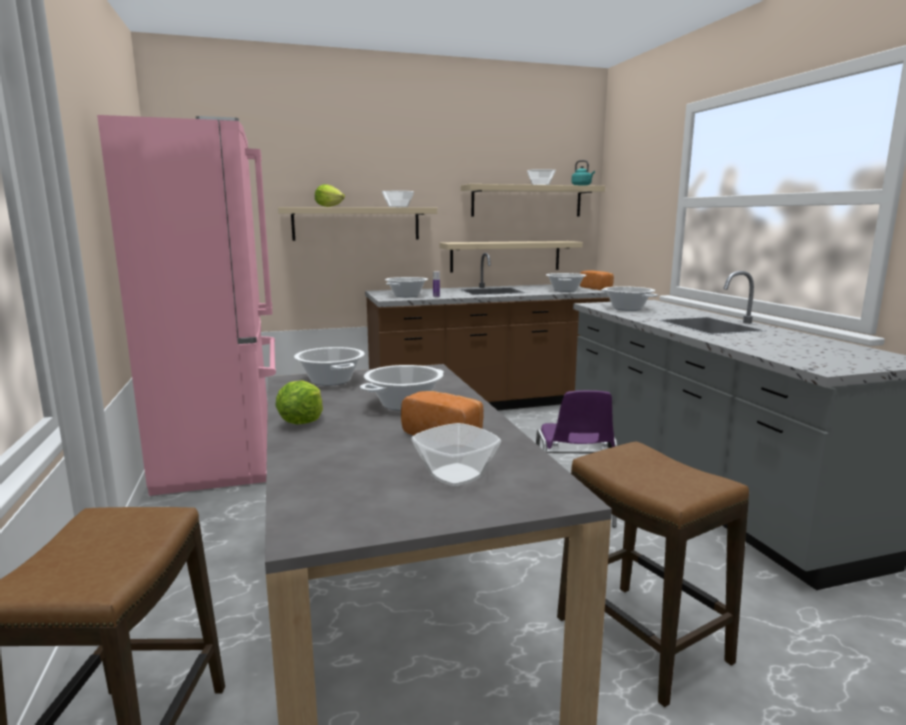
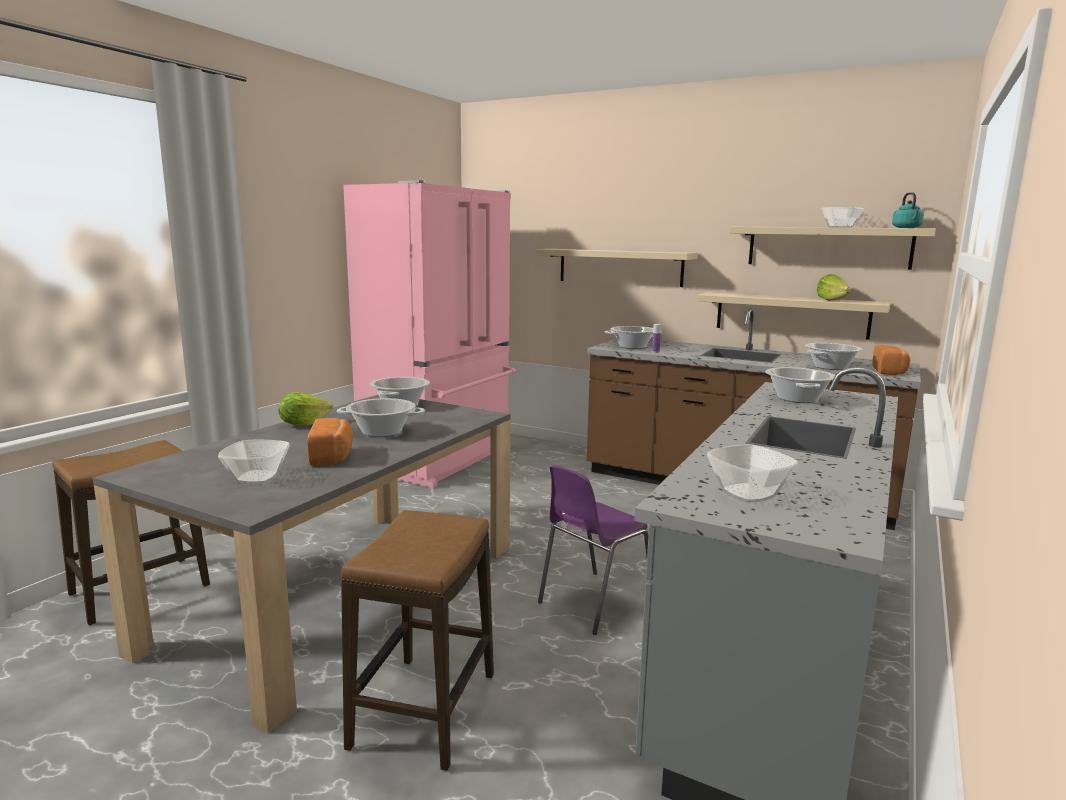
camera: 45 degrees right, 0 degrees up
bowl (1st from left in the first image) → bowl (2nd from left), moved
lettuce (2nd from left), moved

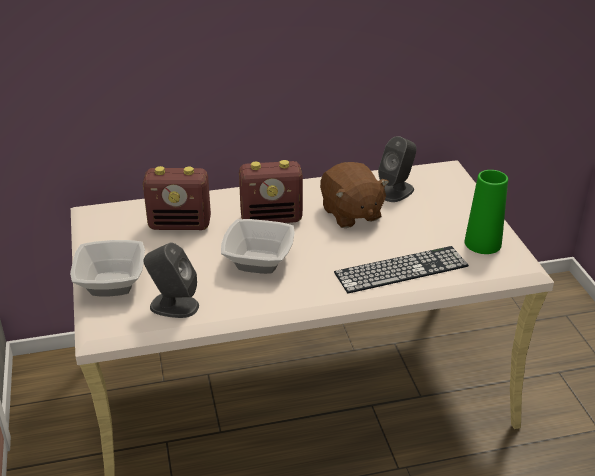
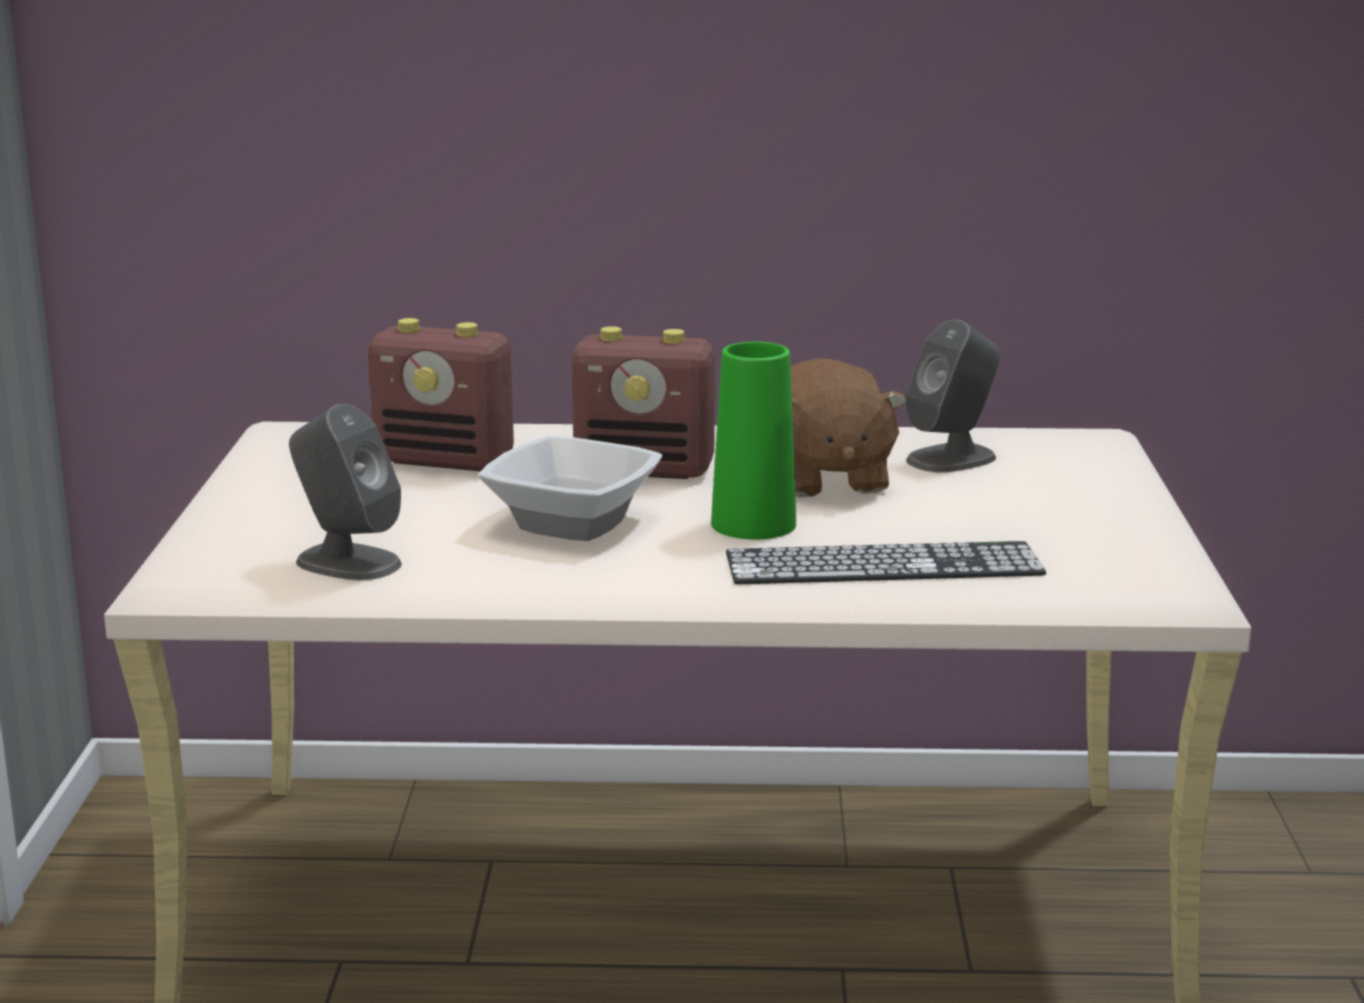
camera: 15 degrees right, 15 degrees down
vase/green, moved
bowl (1st from left) → -

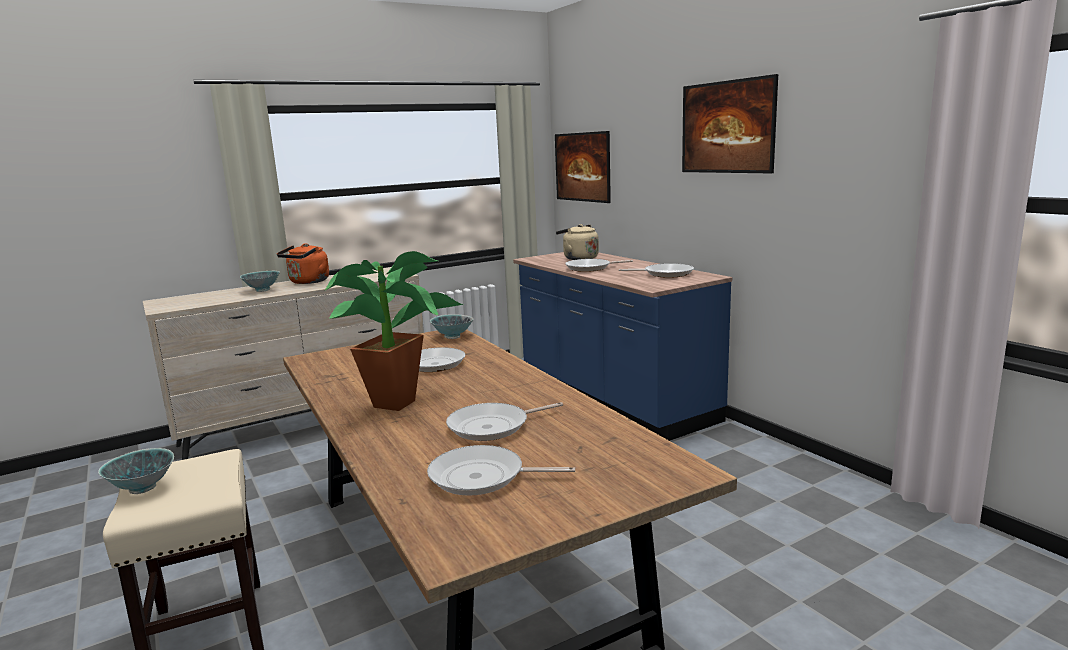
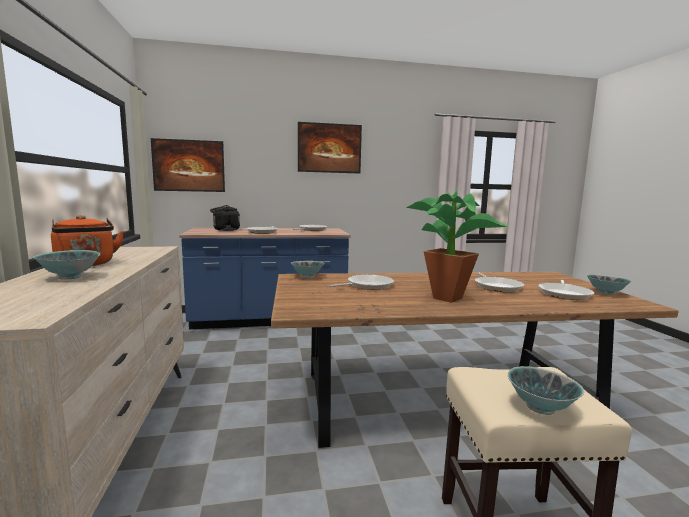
camera: 70 degrees left, 5 degrees down
kettle/beige → kettle/black
- → bowl (4th from left)

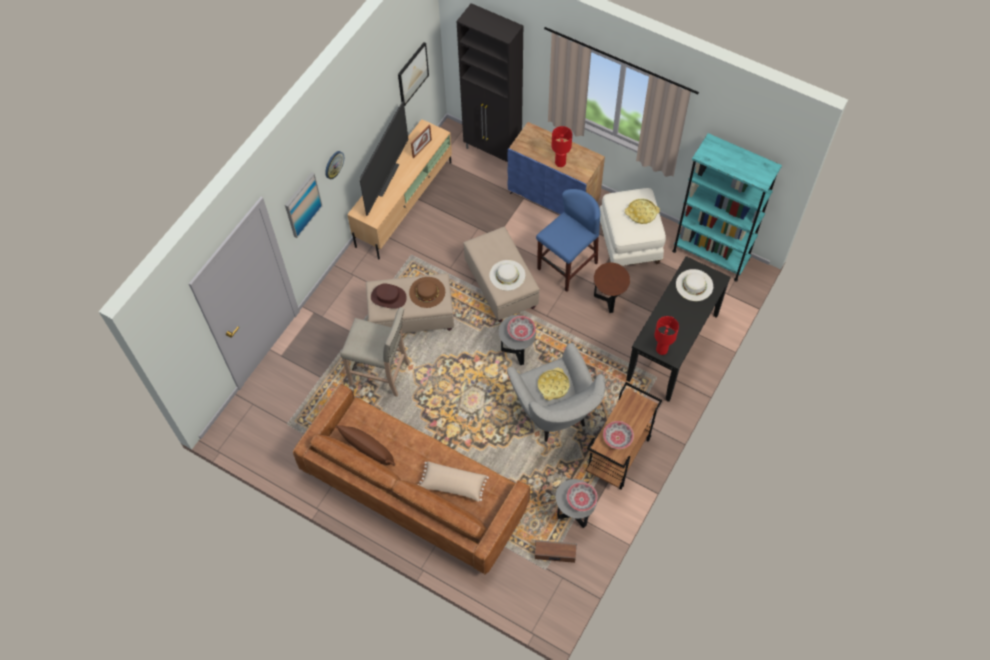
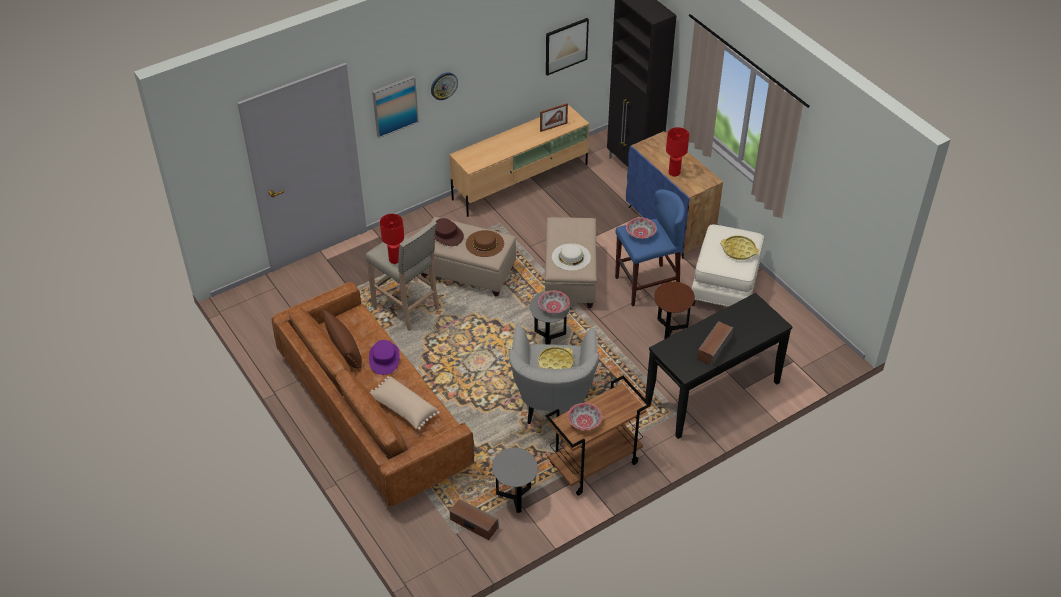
camera: 25 degrees right, 15 degrees down
- → hat/purple
table lamp/red (2nd from left in the first image) → table lamp/red (1st from left), moved
bowl (2nd from left in the first image) → bowl (3rd from left), moved
- → speaker (2nd from left)
television → -
bookcase/turquoise → -
hat/white (2nd from left) → -

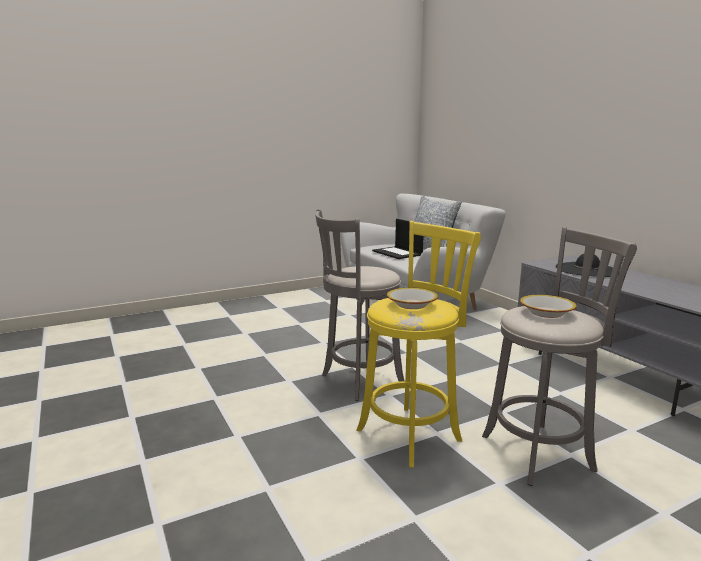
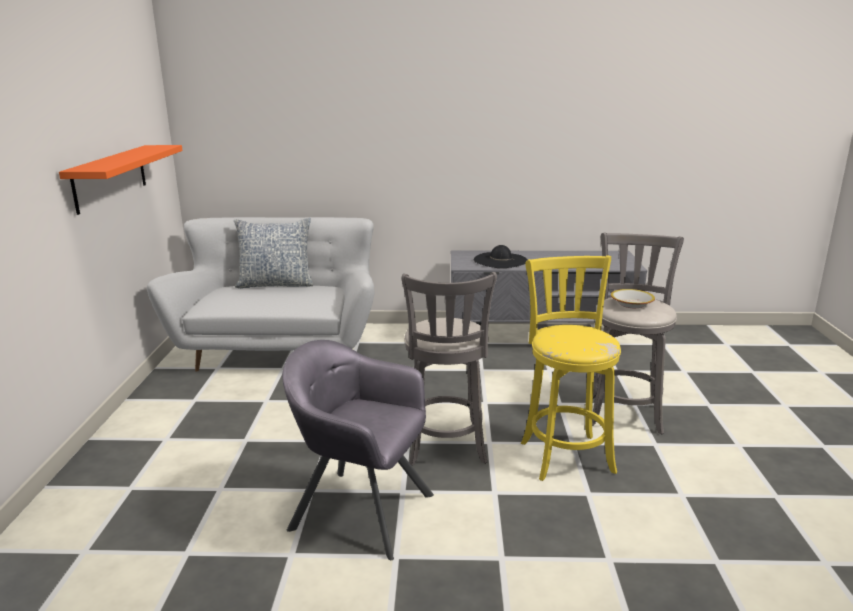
camera: 60 degrees left, 5 degrees up
- → shelf/orange
- → armchair/grey
laptop → -
bowl (1st from left) → -

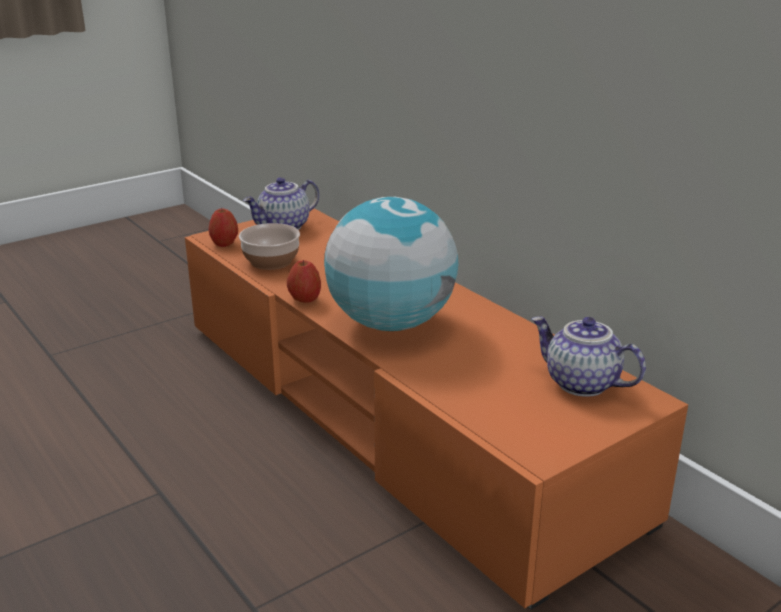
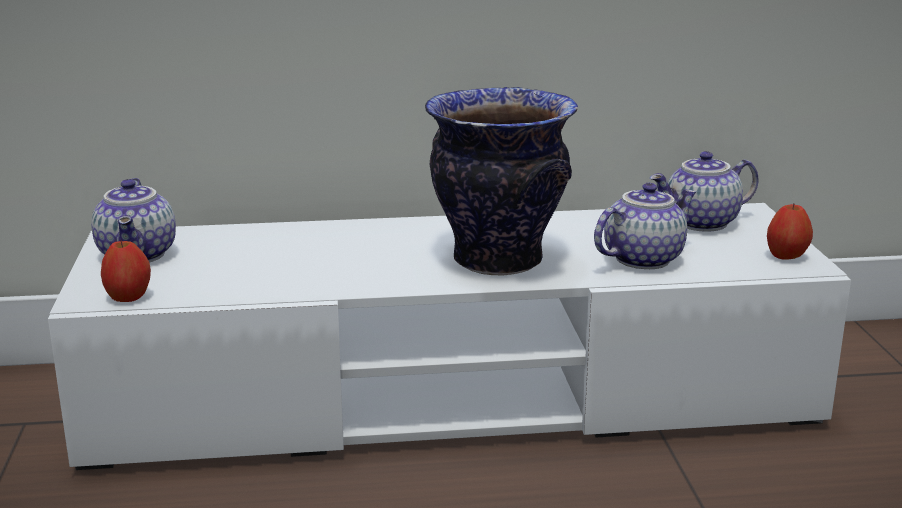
camera: 60 degrees left, 5 degrees down
tv stand/orange → tv stand/white
globe → vase
- → teapot (2nd from left)
apple (2nd from left), moved
bowl → -

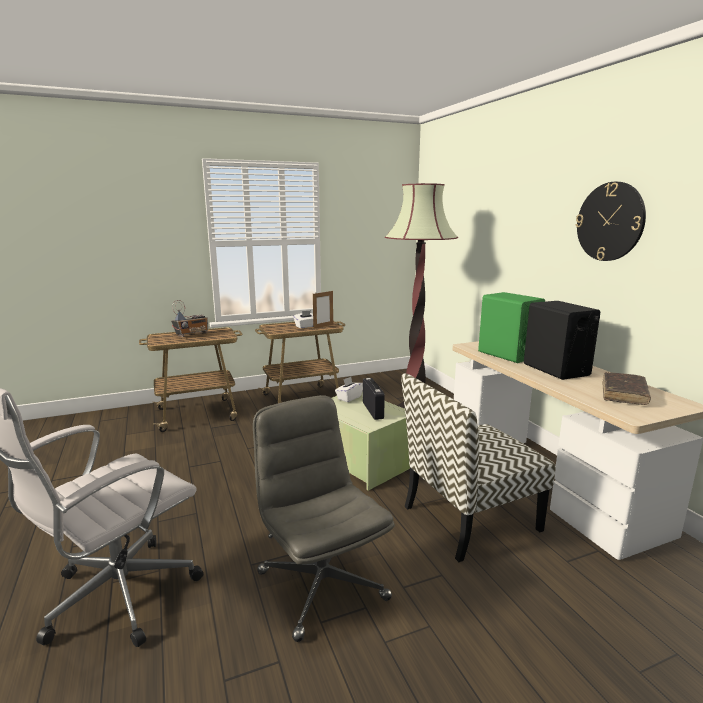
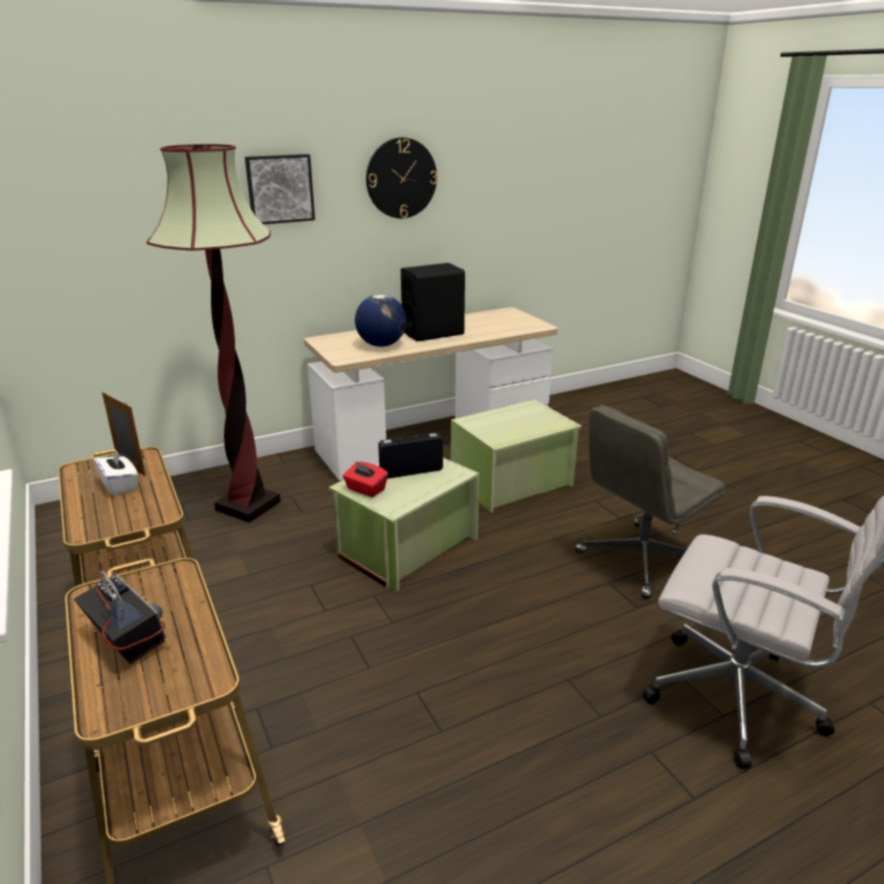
camera: 95 degrees left, 10 degrees up
- → picture
tissue box/white (2nd from left) → tissue box/red
speaker/green → globe
chair → storage box/green (2nd from left)
book/brown → -

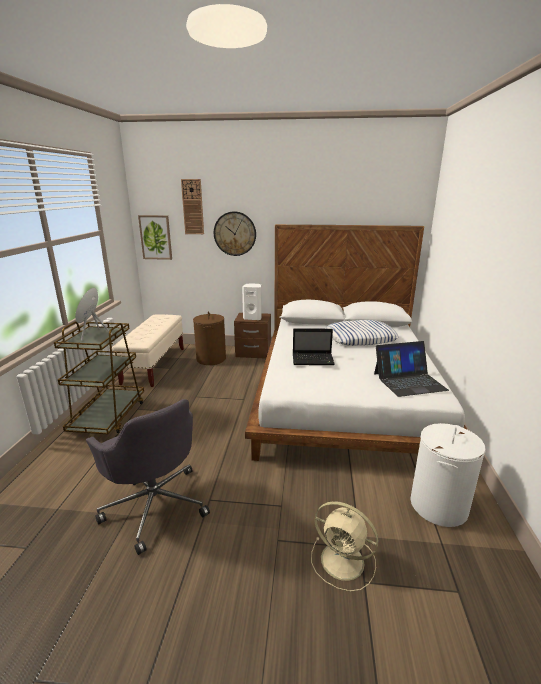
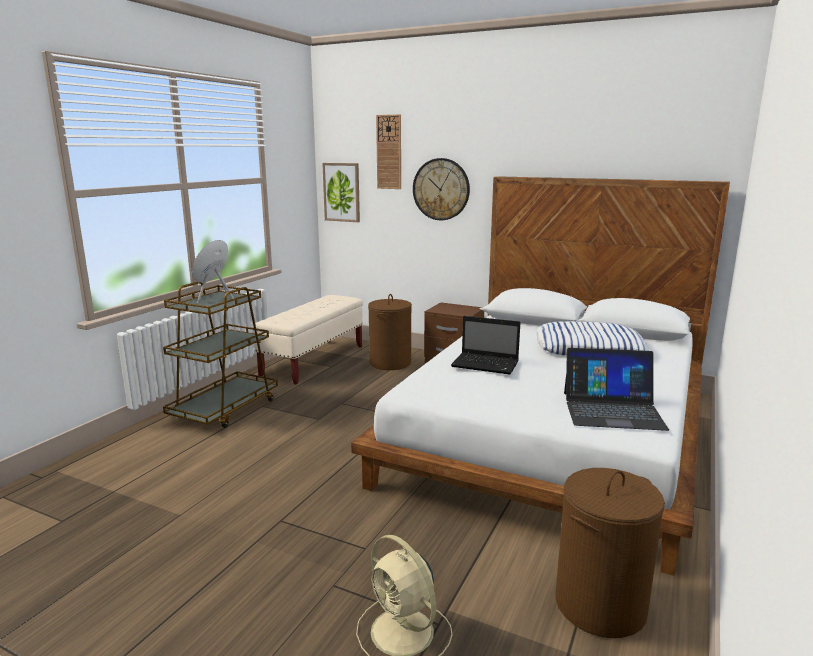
camera: 20 degrees right, 5 degrees down
laundry basket/white → laundry basket/brown (2nd from left)
office chair/grey → -
speaker/white → -

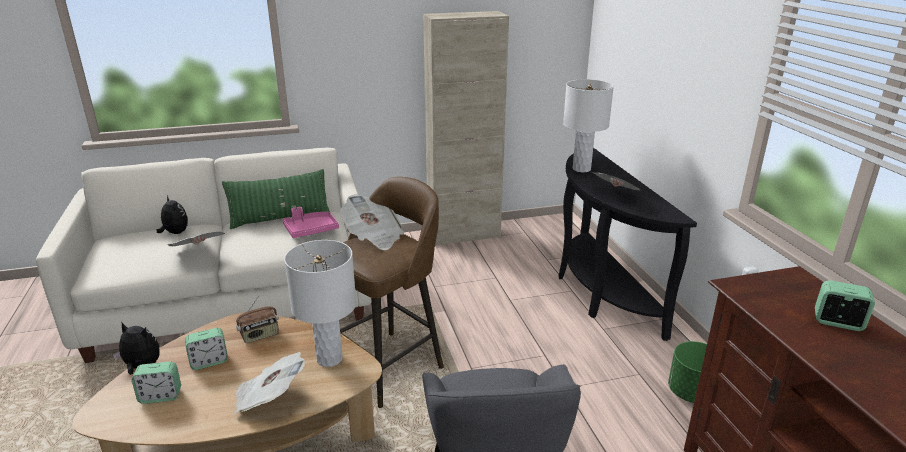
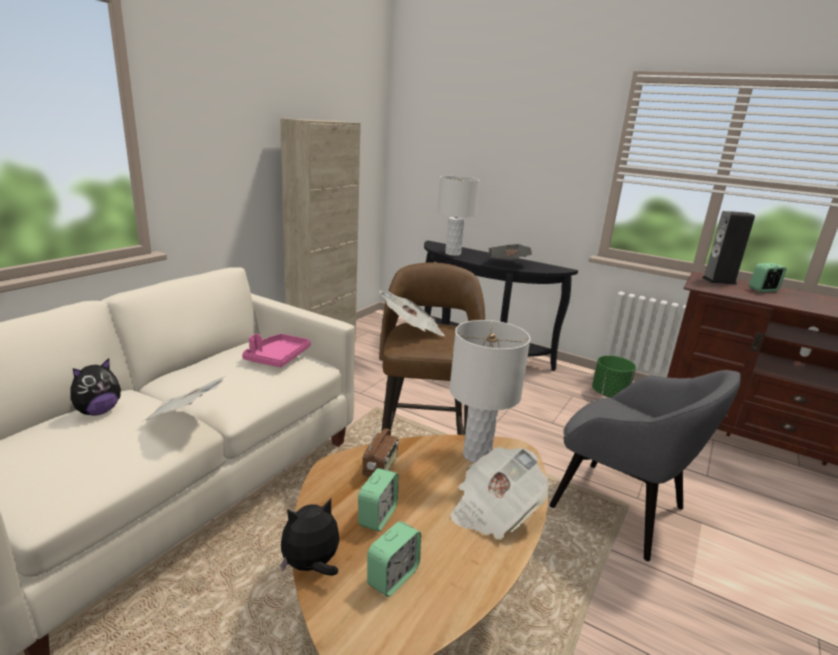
camera: 45 degrees left, 5 degrees down
plush toy (2nd from left in the first image) → plush toy (1st from left), 120 degrees clockwise
- → speaker
pillow/green → -

